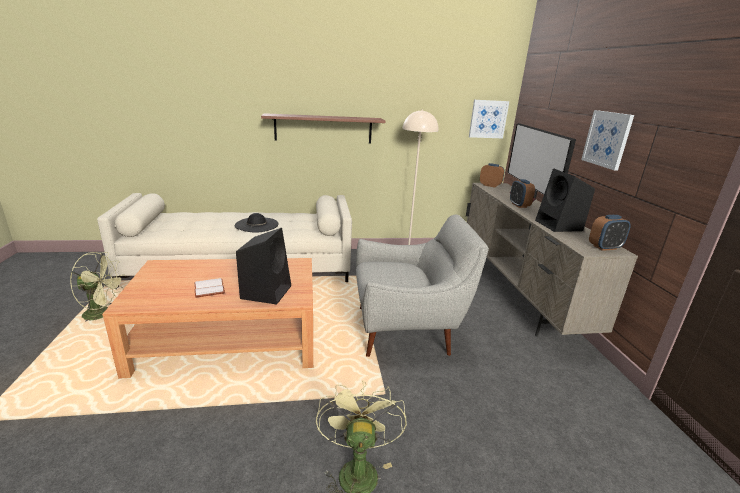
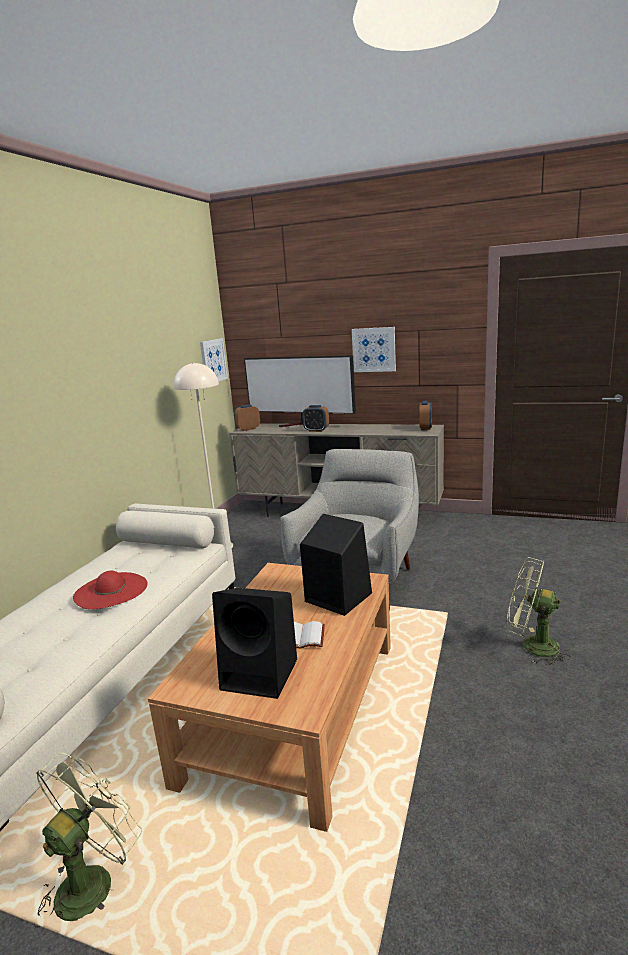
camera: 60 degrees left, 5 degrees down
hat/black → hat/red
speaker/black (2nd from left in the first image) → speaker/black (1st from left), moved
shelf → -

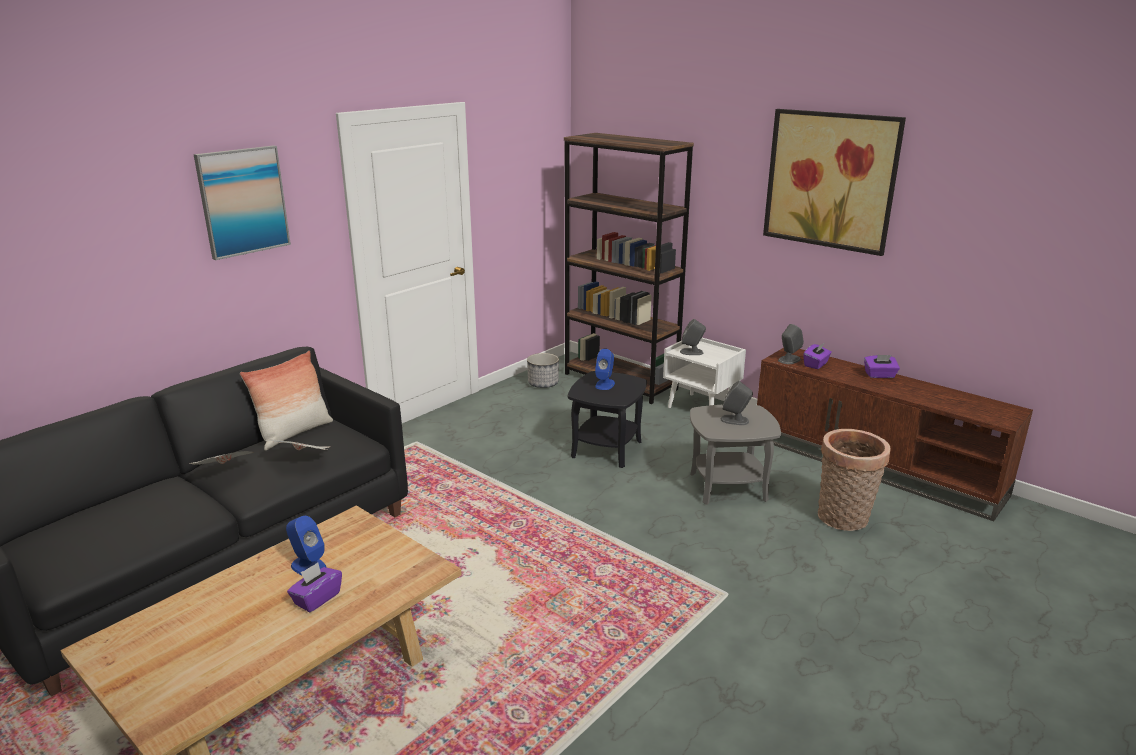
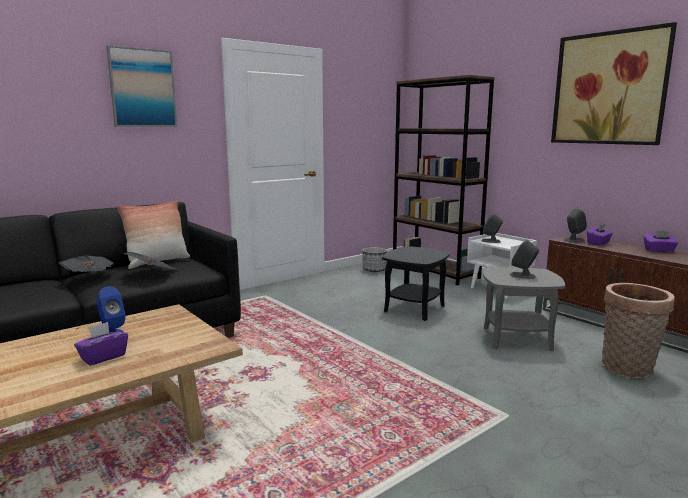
camera: 10 degrees right, 10 degrees down
speaker/blue (2nd from left) → -

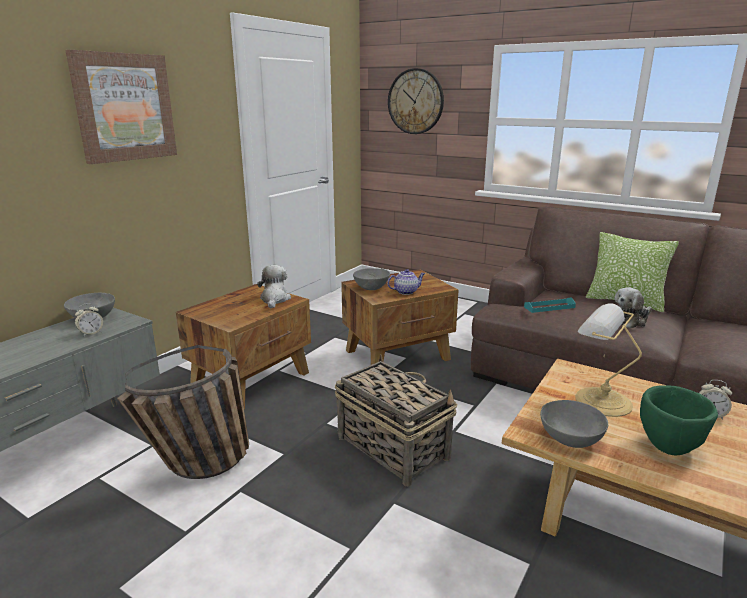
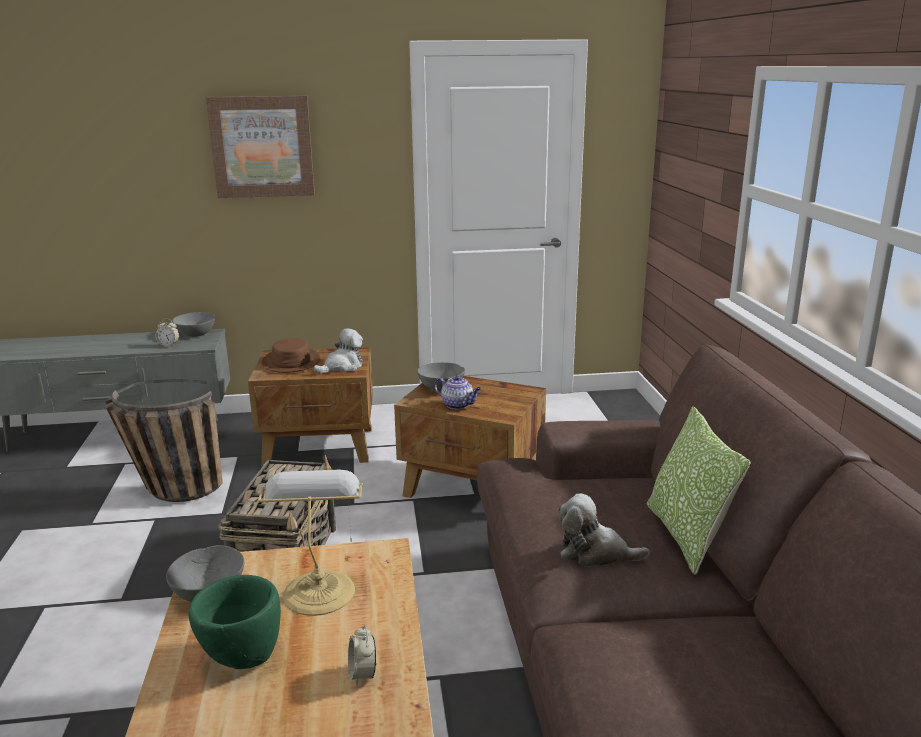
camera: 50 degrees right, 0 degrees up
- → hat/brown
wall clock → -
tray/turquoise → -

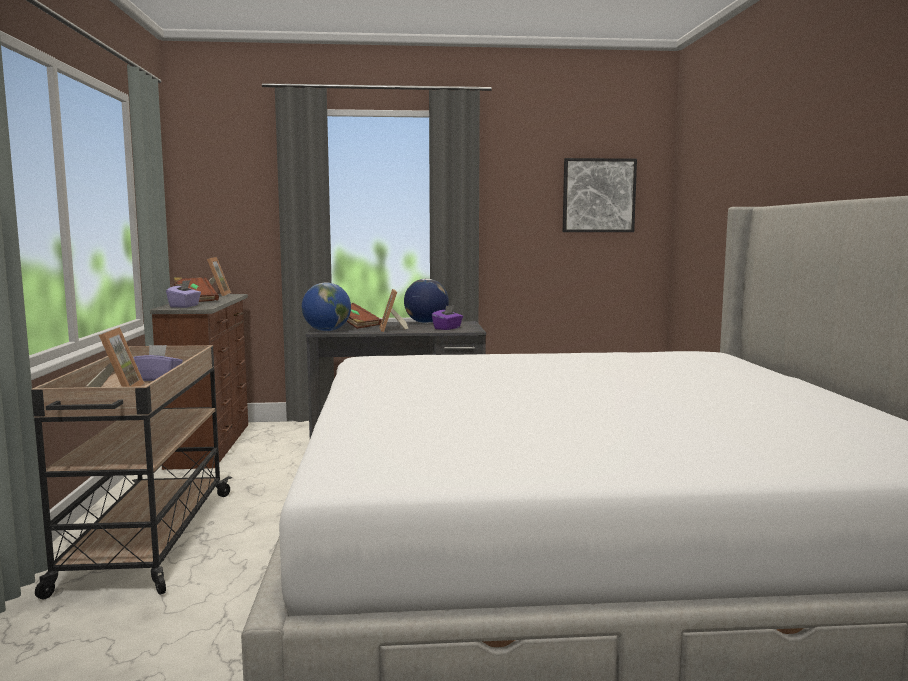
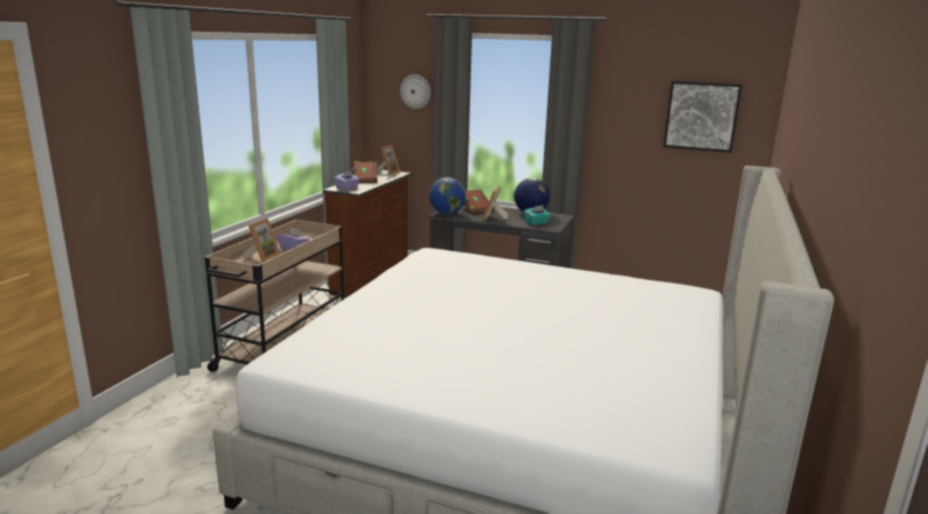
camera: 25 degrees right, 10 degrees up
- → wall clock
tissue box/purple (3rd from left) → tissue box/turquoise

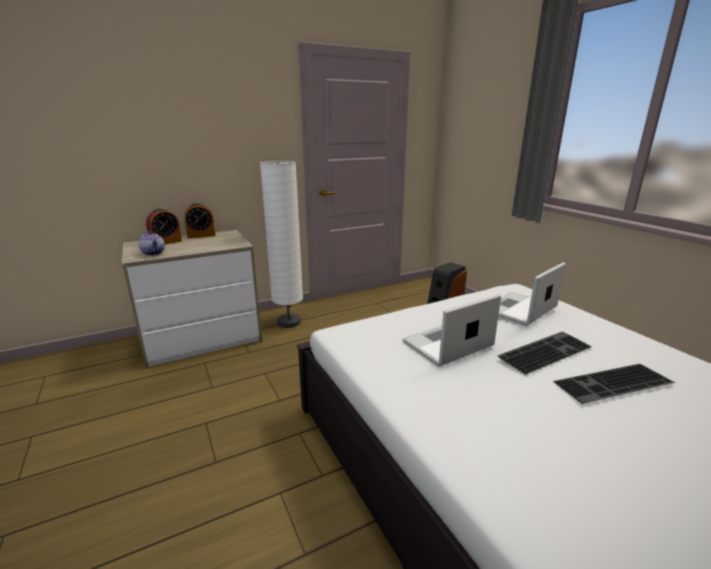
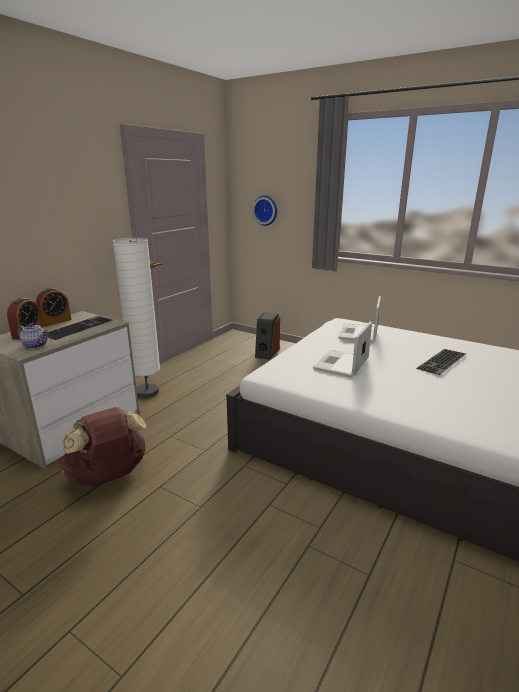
camera: 30 degrees left, 0 degrees up
keyboard (1st from left), moved
- → backpack/brown
- → wall clock

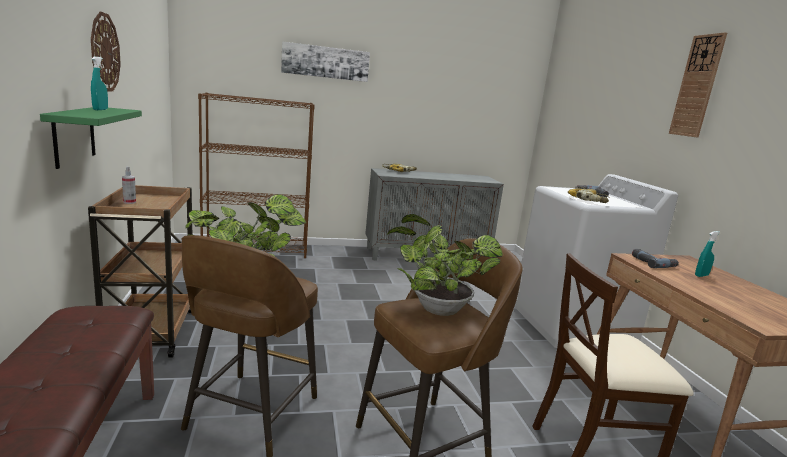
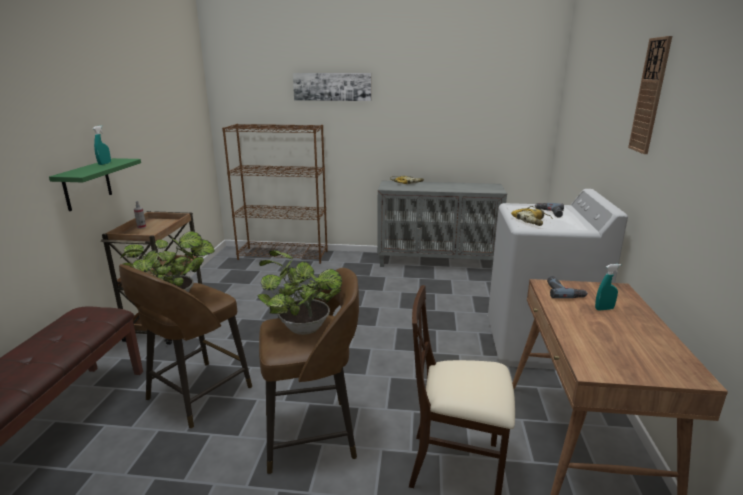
camera: 20 degrees right, 5 degrees up
wall clock (1st from left) → -

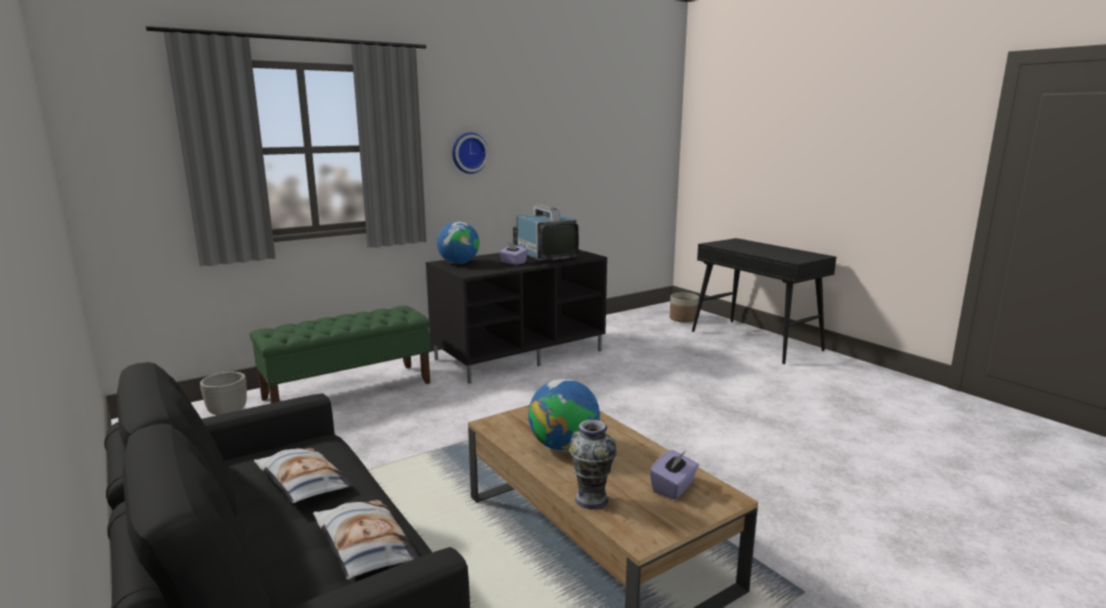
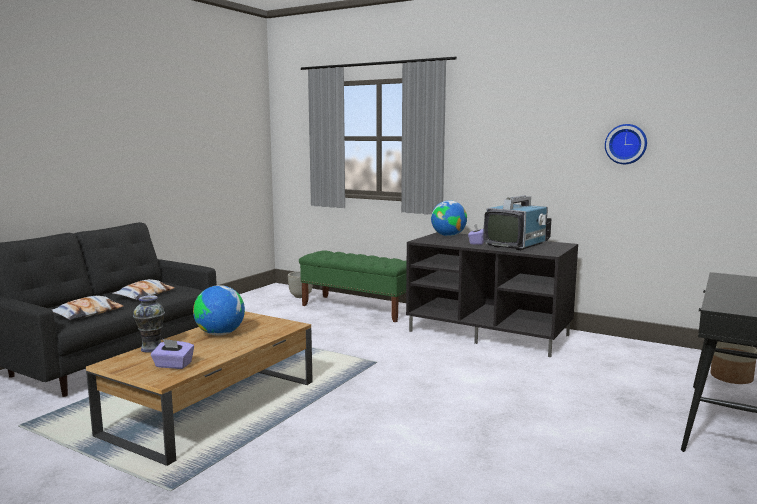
camera: 65 degrees right, 5 degrees down
wall clock, moved

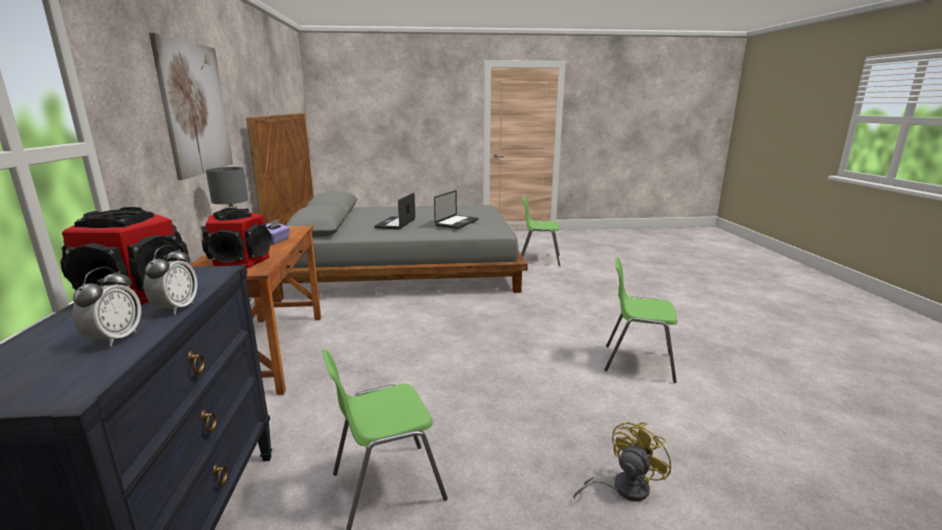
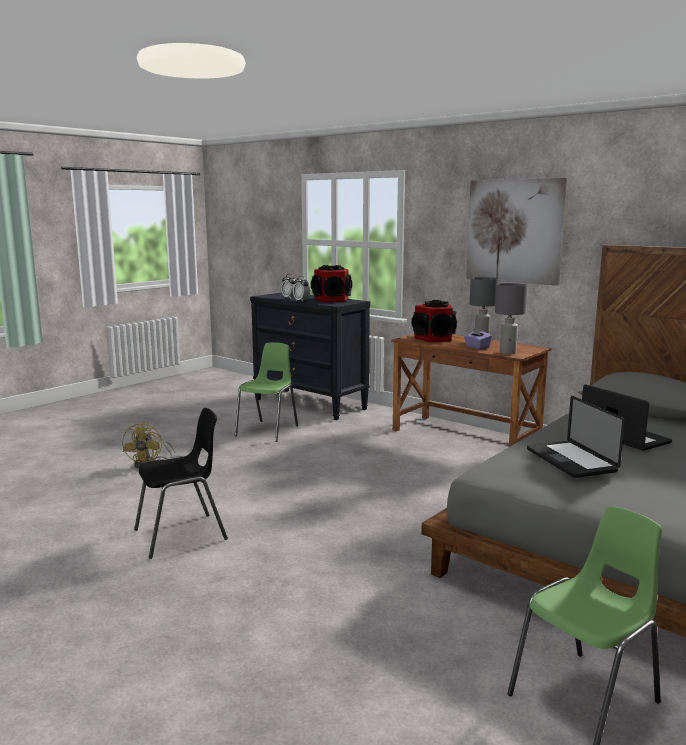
camera: 135 degrees right, 5 degrees down
chair/green (3rd from left) → chair/black
- → table lamp/grey (2nd from left)

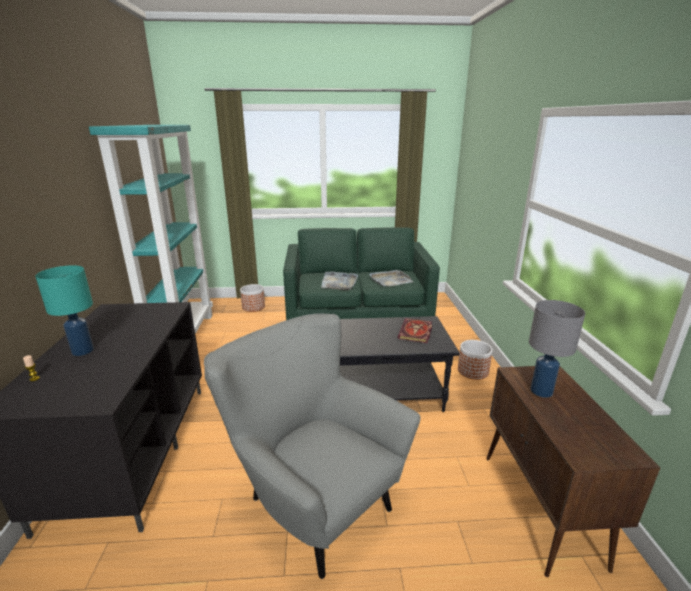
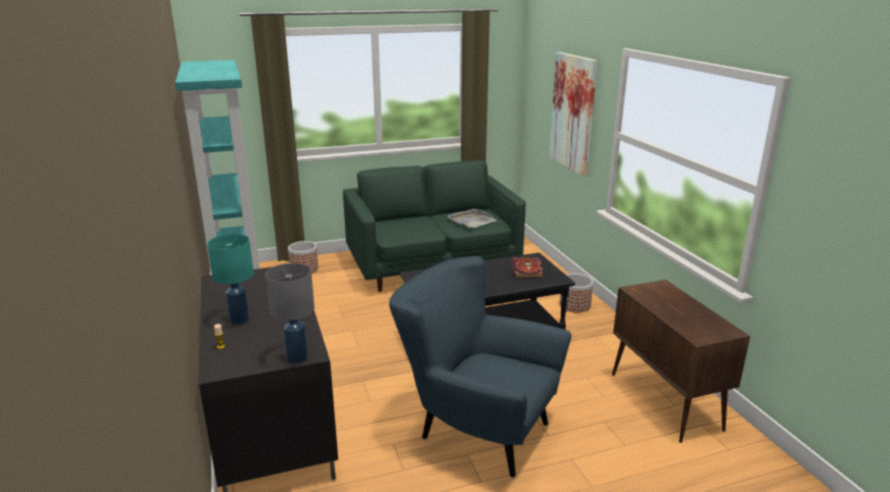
camera: 15 degrees left, 0 degrees up
table lamp/grey, moved
armchair/grey → armchair/blue
- → picture
tray/grey (1st from left) → -

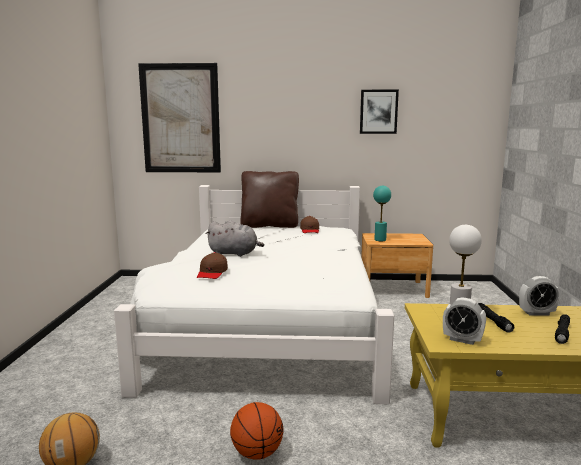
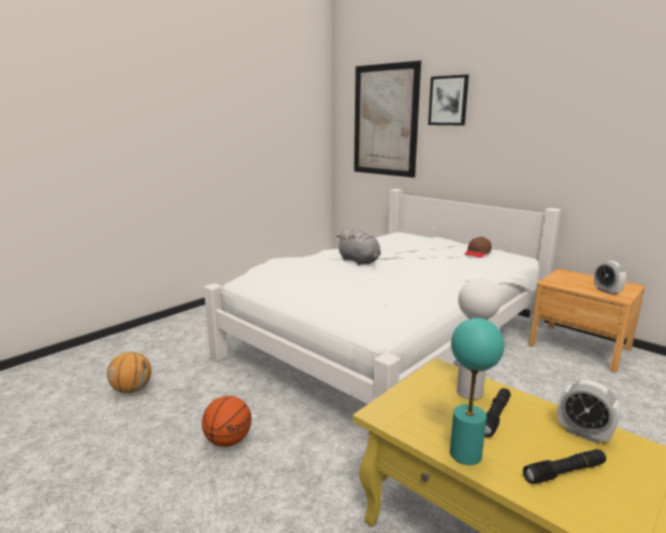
camera: 40 degrees right, 5 degrees up
picture (2nd from left), moved
table lamp/turquoise, moved
alarm clock (1st from left in the first image) → alarm clock (2nd from left), moved
cap/brown (1st from left) → -
pillow/brown → -

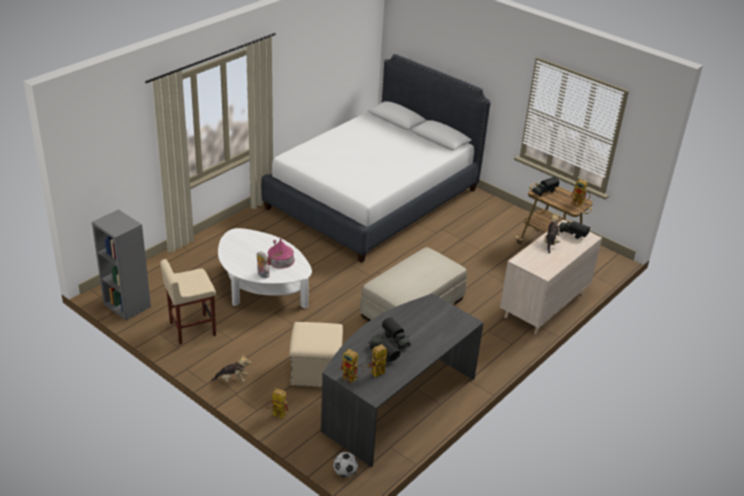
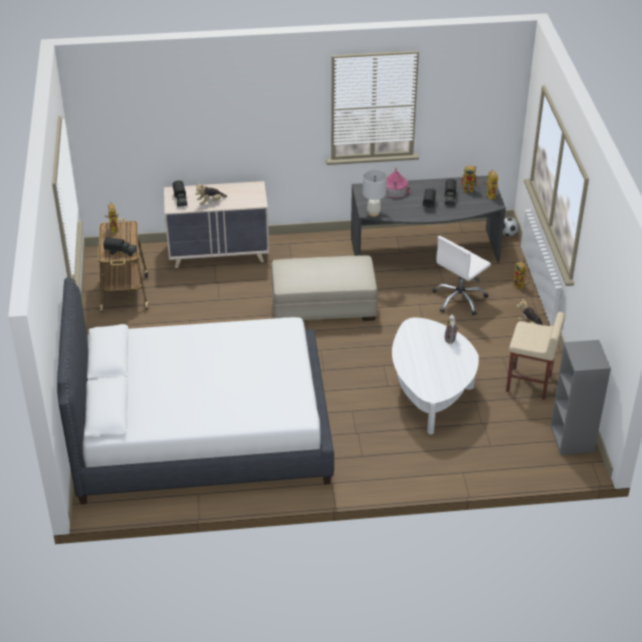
camera: 135 degrees left, 5 degrees up
- → table lamp/white
toy house, moved
ottoman/beige (1st from left) → office chair/white

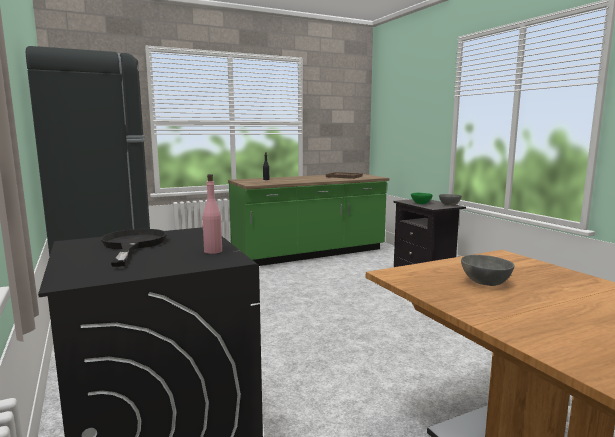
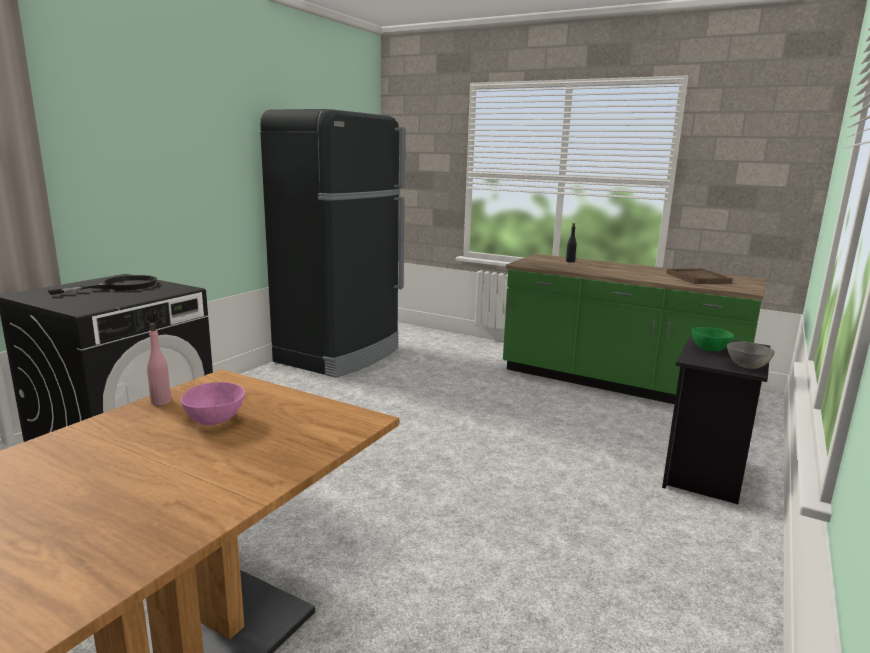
camera: 55 degrees right, 5 degrees up
bottle/pink, moved
bowl/grey (2nd from left) → bowl/pink

